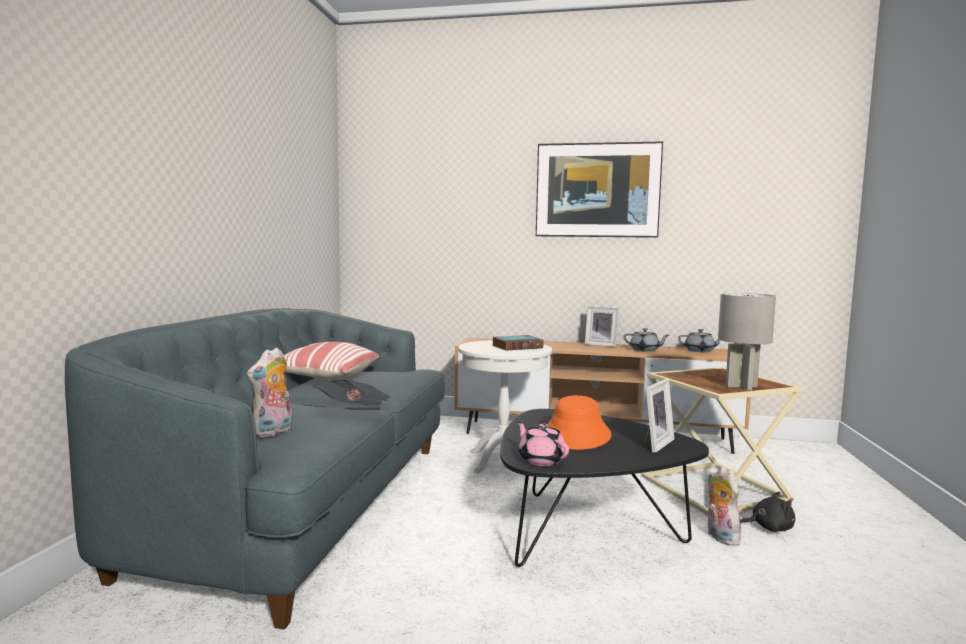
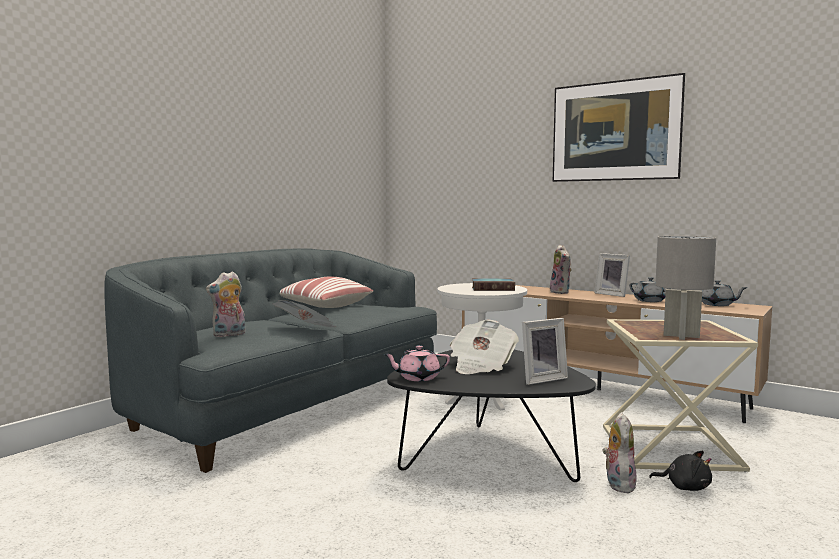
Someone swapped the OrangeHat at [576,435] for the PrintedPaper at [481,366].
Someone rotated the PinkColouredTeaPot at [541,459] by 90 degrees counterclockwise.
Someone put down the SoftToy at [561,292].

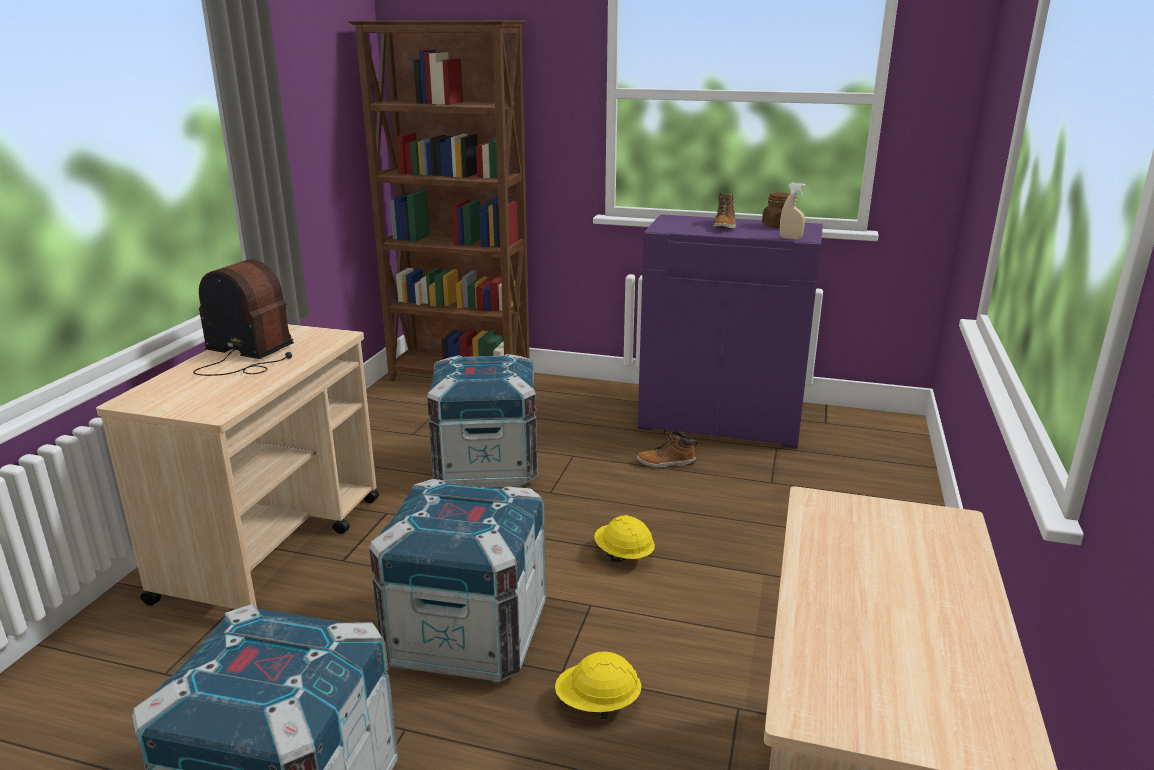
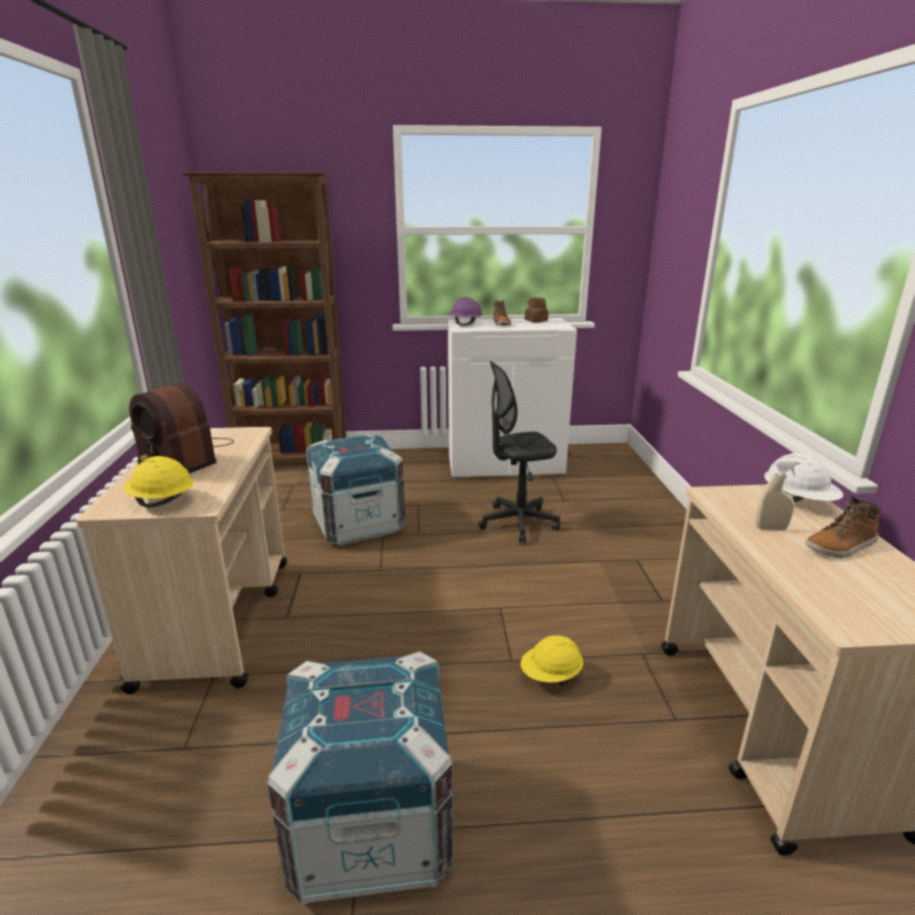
Someone carried the SandColouredHandSprayer from [790,238] to [770,528].
Someone repainted the PurpleCupboard at [721,421], which became the WhiteCupboard at [505,465].
Someone rotated the RadioSet at [247,356] by 150 degrees counterclockwise.
Someone carried the TallBoot from [666,463] to [841,546].
Someone took away the ShippingCrate at [468,636].
Someone carried the YellowColouredSafetyHelmet from [623,555] to [162,501].
Someone put down the PurpleSafetyHelmet at [464,324].
Someone put down the BlackColouredComputerChair at [518,523].
Someone put down the WhiteSafetyHelmet at [798,501].

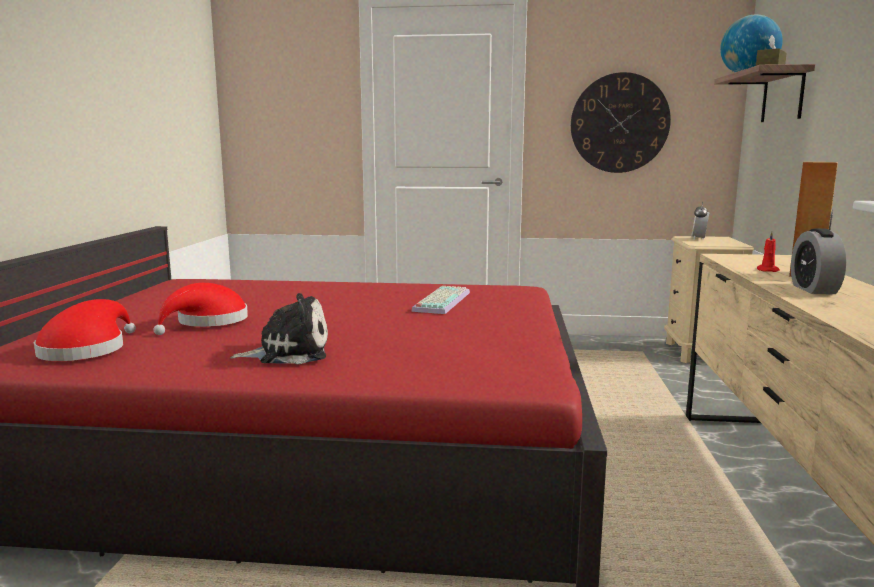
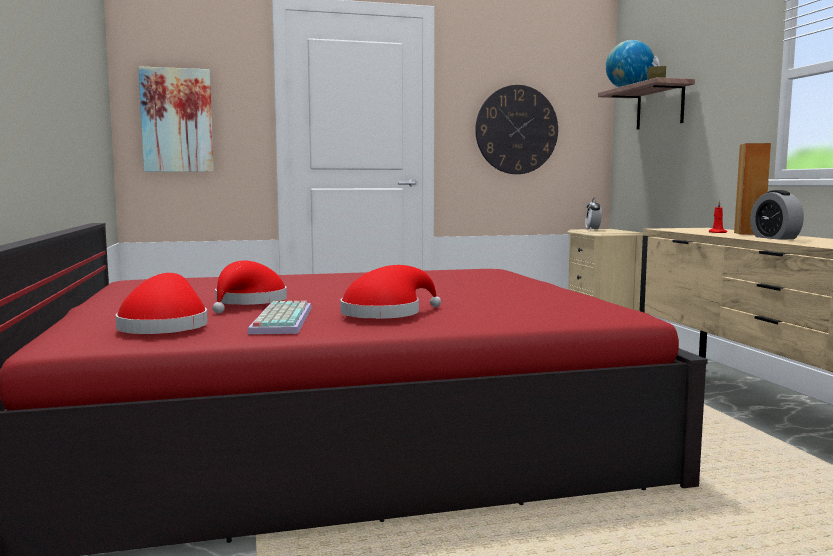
Someone carried the Keyboard from [441,301] to [280,319].
Someone swapped the SoftToy at [289,352] for the RedColouredHat at [386,313].
Someone put up the Picture at [177,120].

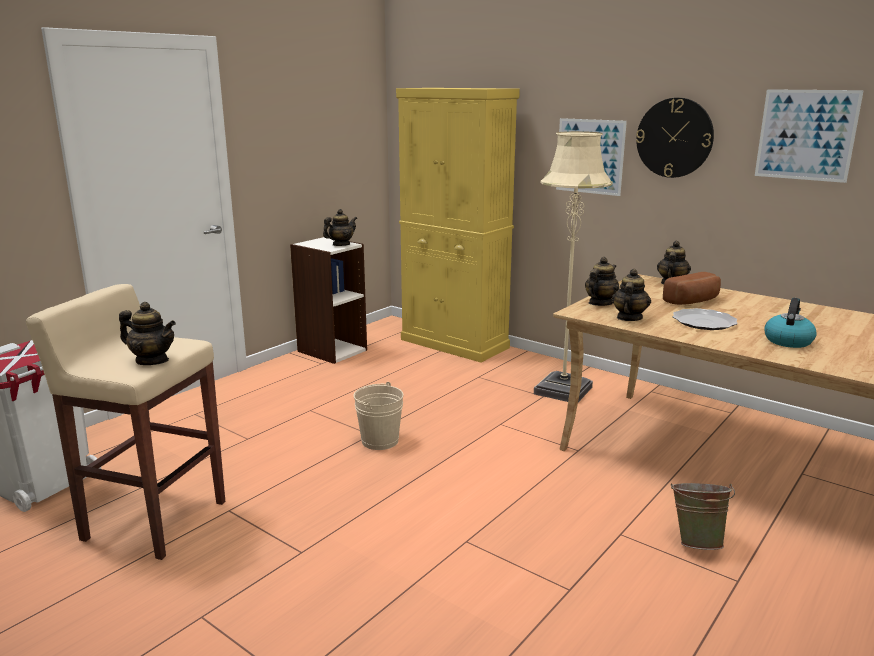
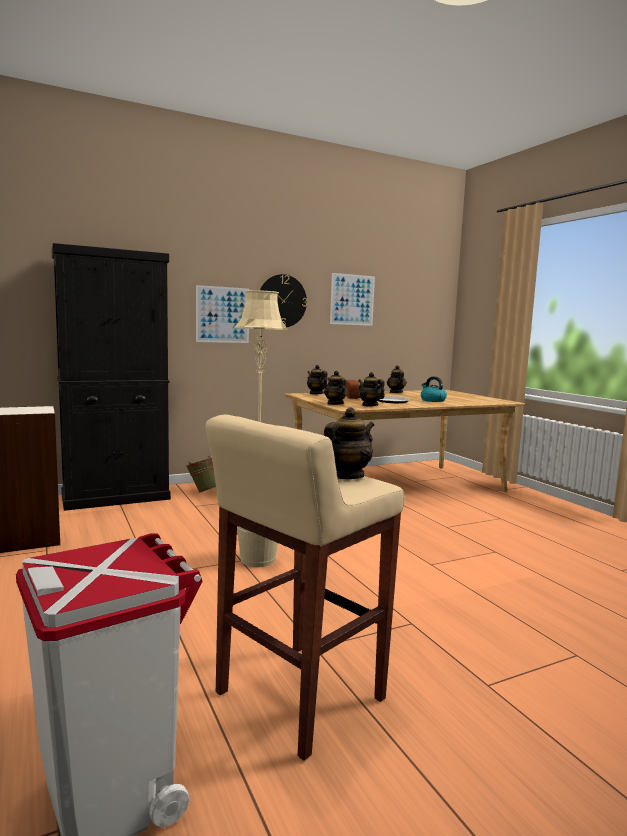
Someone repainted the YellowColouredCupboard at [454,344], which became the BlackColouredCupboard at [116,497].
Someone carried the TeaPot from [341,245] to [395,392].
Someone carried the GreenColouredPail from [696,541] to [202,491].

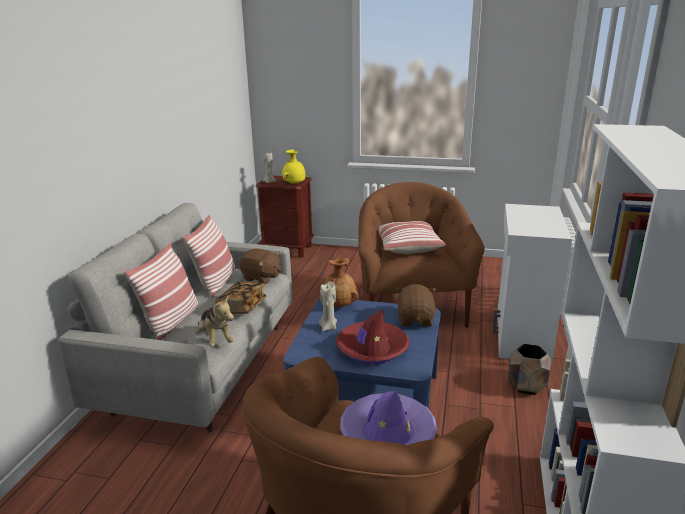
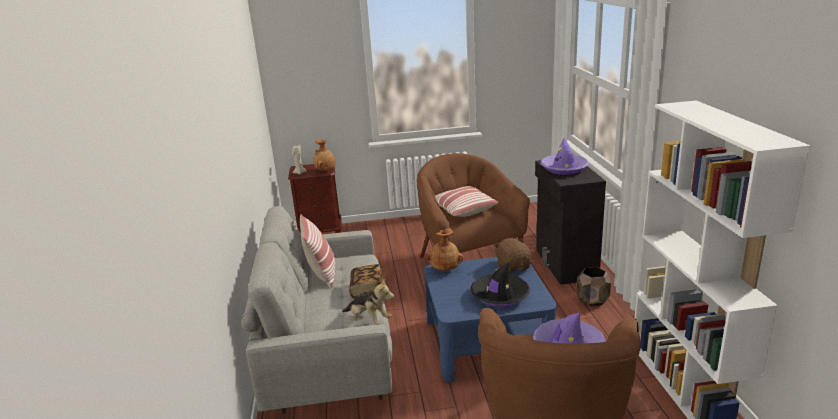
Someone repainted the YellowColouredFlowerVase at [294,184], which became the BrownColouredFlowerVase at [326,171].
Someone repainted the WhiteCupboard at [520,336], which became the BlackColouredCupboard at [565,264].
Someone took away the Pillow at [171,322].
Someone took away the BrownColouredSoftToy at [261,278].
Someone took away the SandColouredWaxCandle at [328,327].
Someone repainted the RedColouredHat at [372,349], which became the BlackColouredHat at [500,295].
Someone put down the PurpleHat at [564,168].

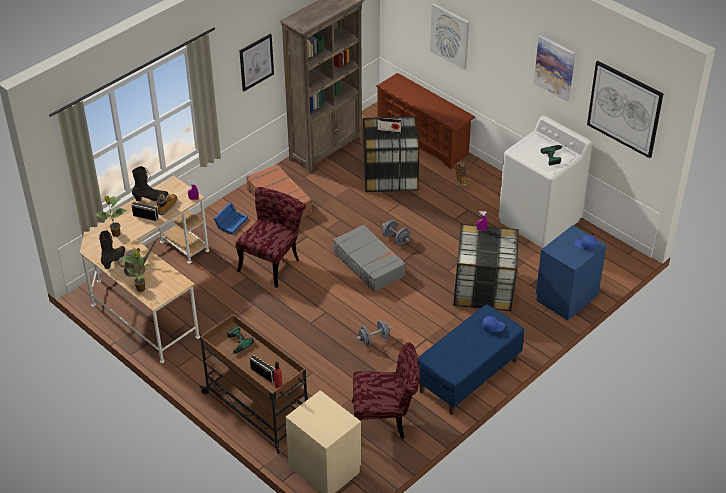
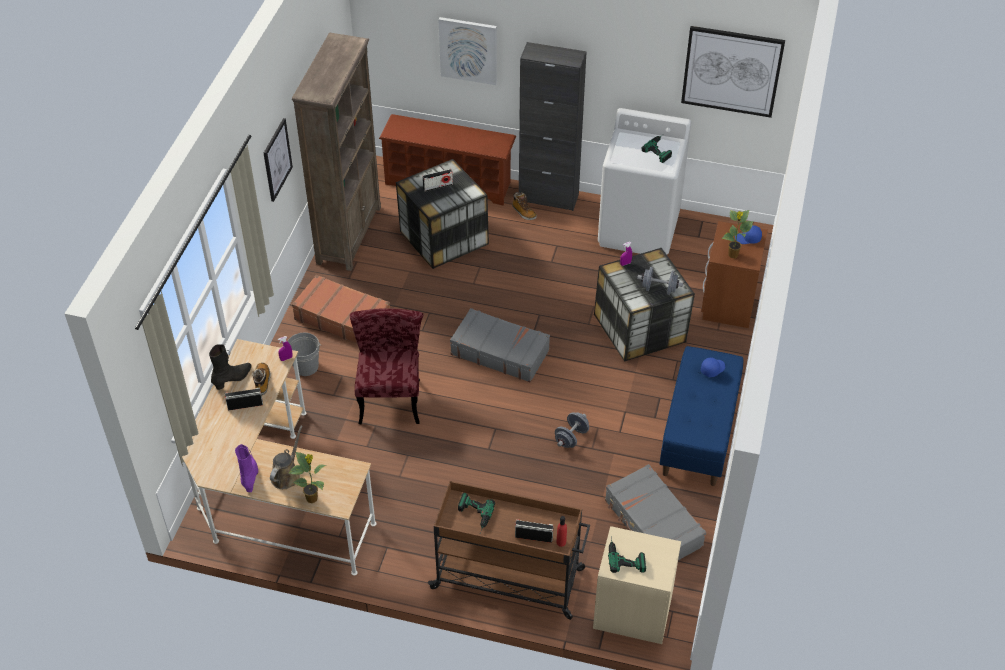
Someone took away the Picture at [555,67].
Someone carried the PottedPlant from [115,234] to [733,255].
Someone swapped the BlueColouredStorageContainer at [231,222] for the GrayPail at [306,366].
Someone carried the GrayFreeWeight from [395,239] to [659,289].
Someone repainted the BlueColouredNightstand at [566,297], which became the BrownColouredNightstand at [727,303].
Someone repainted the BlackColouredTallBoot at [114,260], which became the PurpleTallBoot at [250,476].
Someone swapped the RedColouredUprightChair at [385,420] for the GraySuitcase at [652,524].
Someone put down the BlackColouredCupboard at [548,197].
Someone put down the ElectricDrill at [625,555].

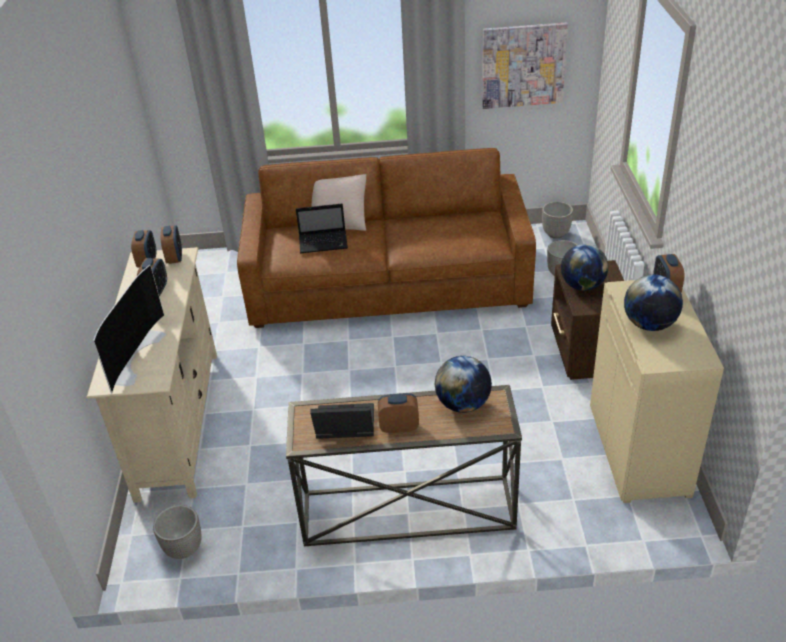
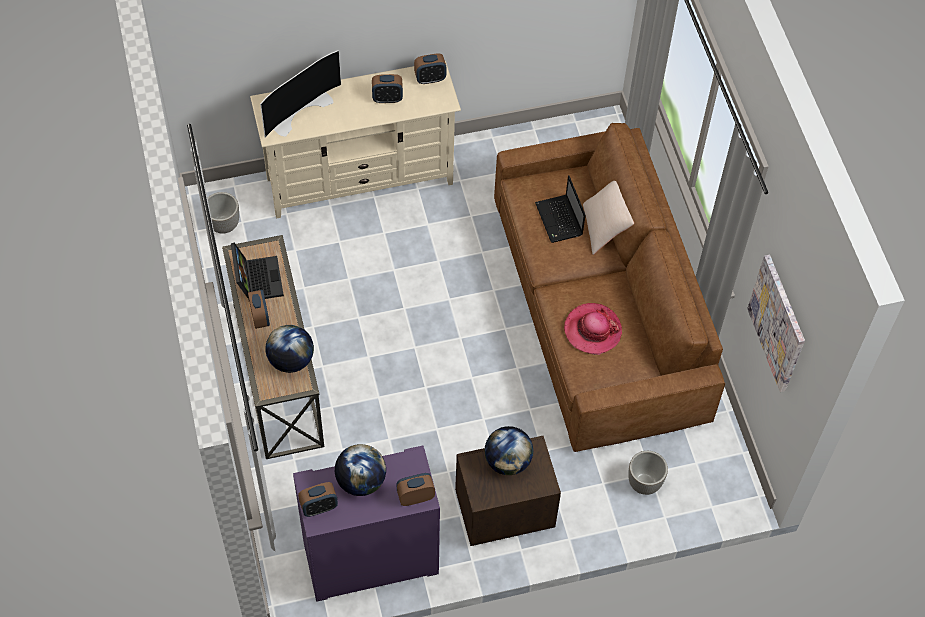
Someone took away the FlowerPot at [556,234].
Someone carried the BedsideClock from [175,257] to [319,507].
Someone rotated the TvSet at [133,356] by 45 degrees counterclockwise.
Someone repainted the SandColouredCupboard at [640,450], which became the PurpleCupboard at [370,559].
Someone put down the Hat at [592,330].

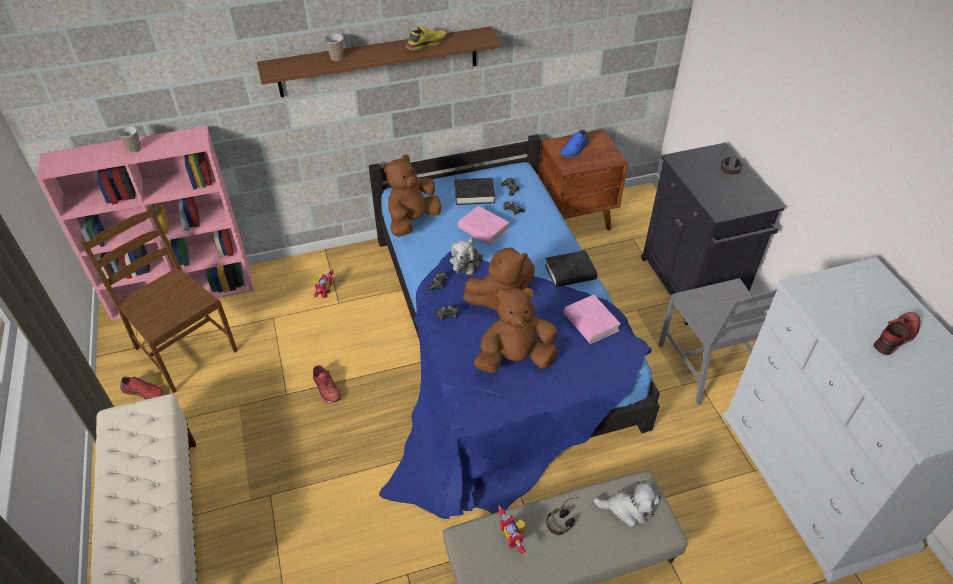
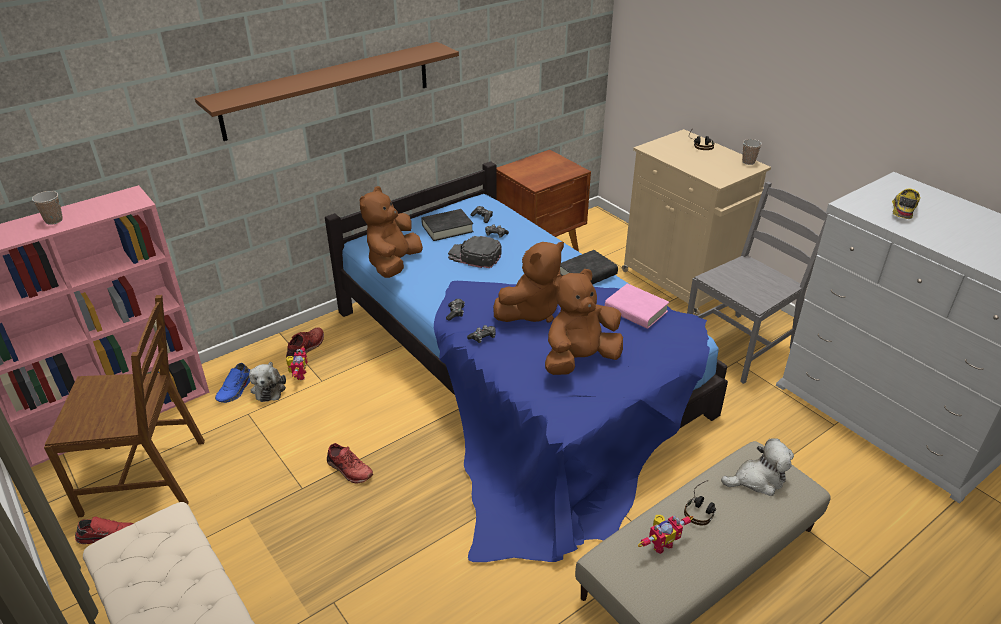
Someone carried the YellowColouredLowShoe from [426,44] to [903,208].
Someone carried the DrinkingCup from [337,57] to [748,162].
Someone carried the BlueColouredLowShoe from [575,150] to [236,390].
Someone repainted the BlackColouredCupboard at [691,286], which became the SandColouredCupboard at [682,283].
Someone rotated the BrownColouredUprightChair at [184,350] by 150 degrees clockwise.
Someone swapped the PinkColouredBoundBook at [483,229] for the BlackColouredCap at [474,256].
Someone carried the SoftToy from [466,261] to [269,388].
Someone rotated the GrayUprightChair at [710,366] by 90 degrees counterclockwise.
Someone carried the RedColouredLowShoe from [896,337] to [306,347].
Someone rotated the ModelRobot at [513,538] by 75 degrees counterclockwise.

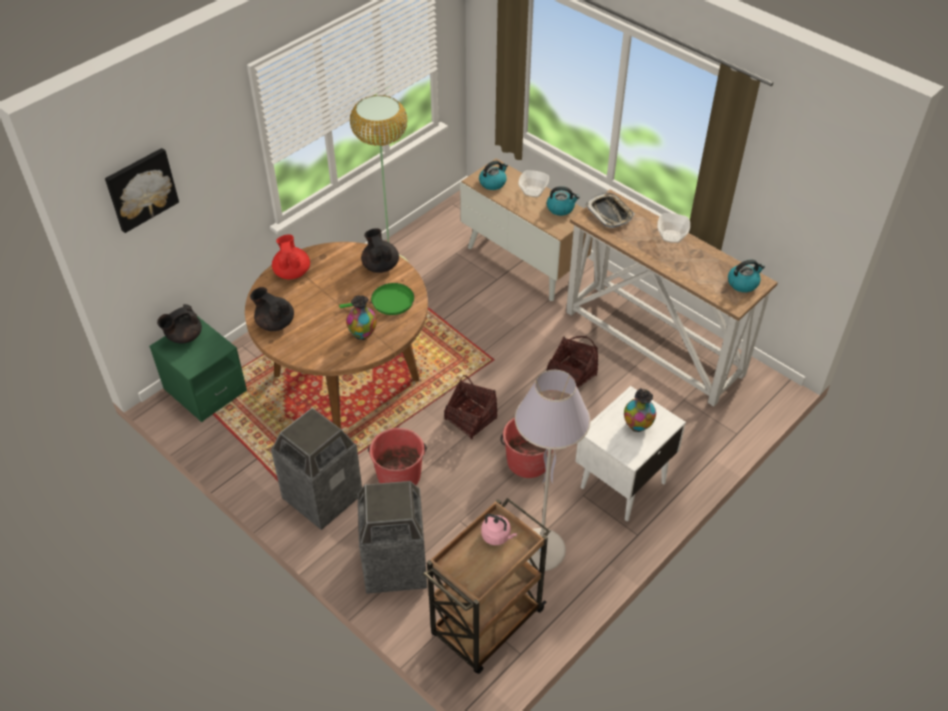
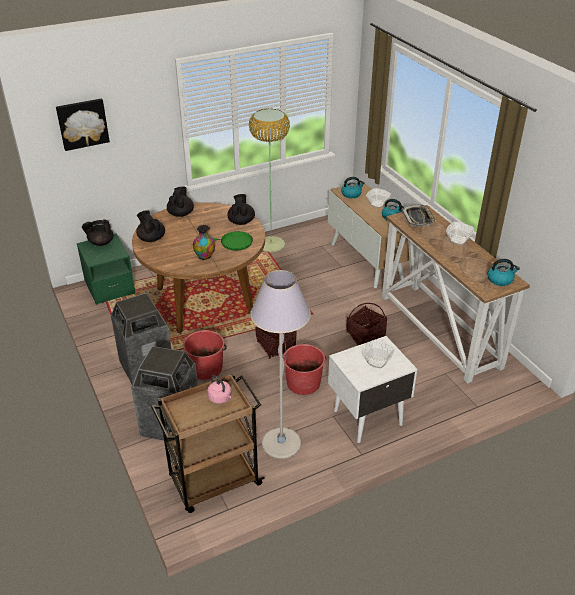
Someone repainted the RedColouredTeaPot at [292,272], which became the BlackColouredTeaPot at [181,213].
Someone swapped the FlowerVase at [637,425] for the ServingBowl at [377,362].

